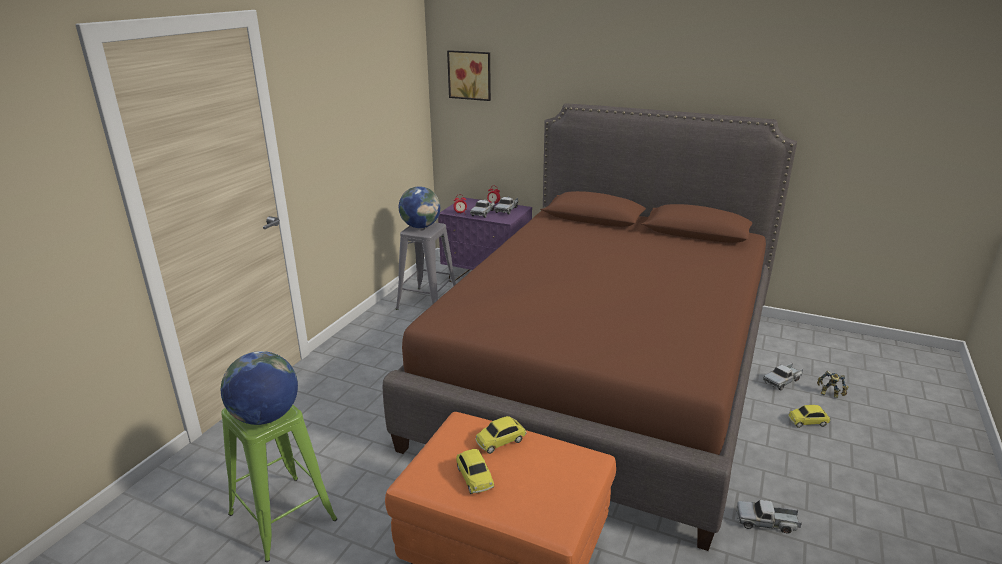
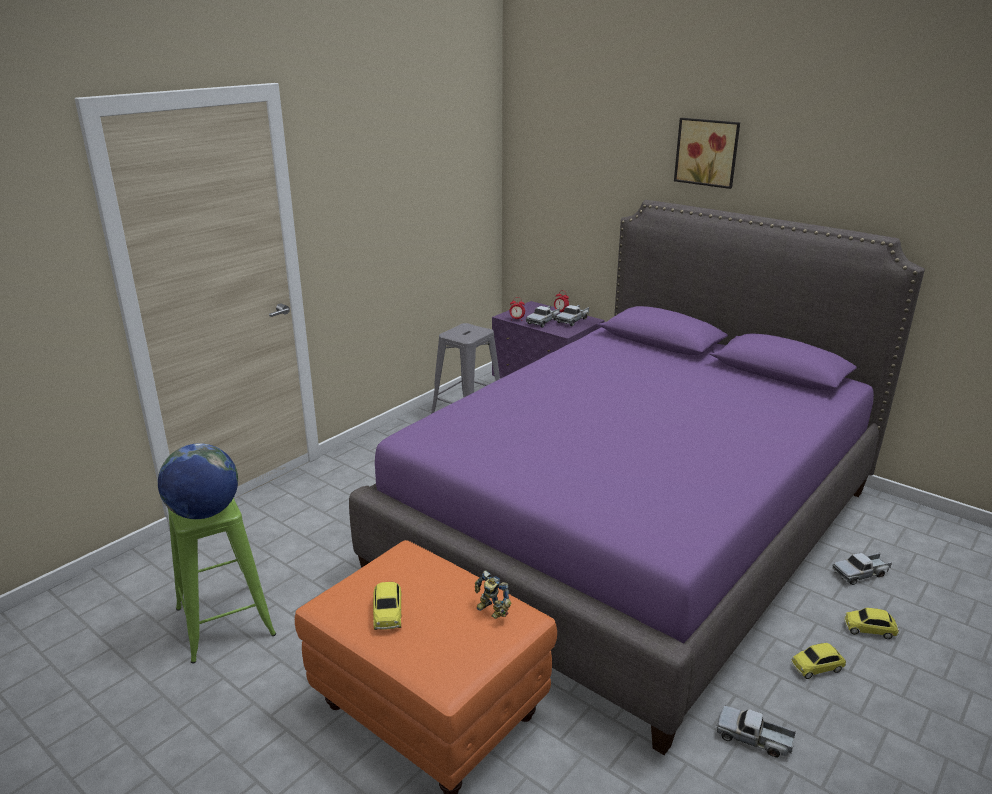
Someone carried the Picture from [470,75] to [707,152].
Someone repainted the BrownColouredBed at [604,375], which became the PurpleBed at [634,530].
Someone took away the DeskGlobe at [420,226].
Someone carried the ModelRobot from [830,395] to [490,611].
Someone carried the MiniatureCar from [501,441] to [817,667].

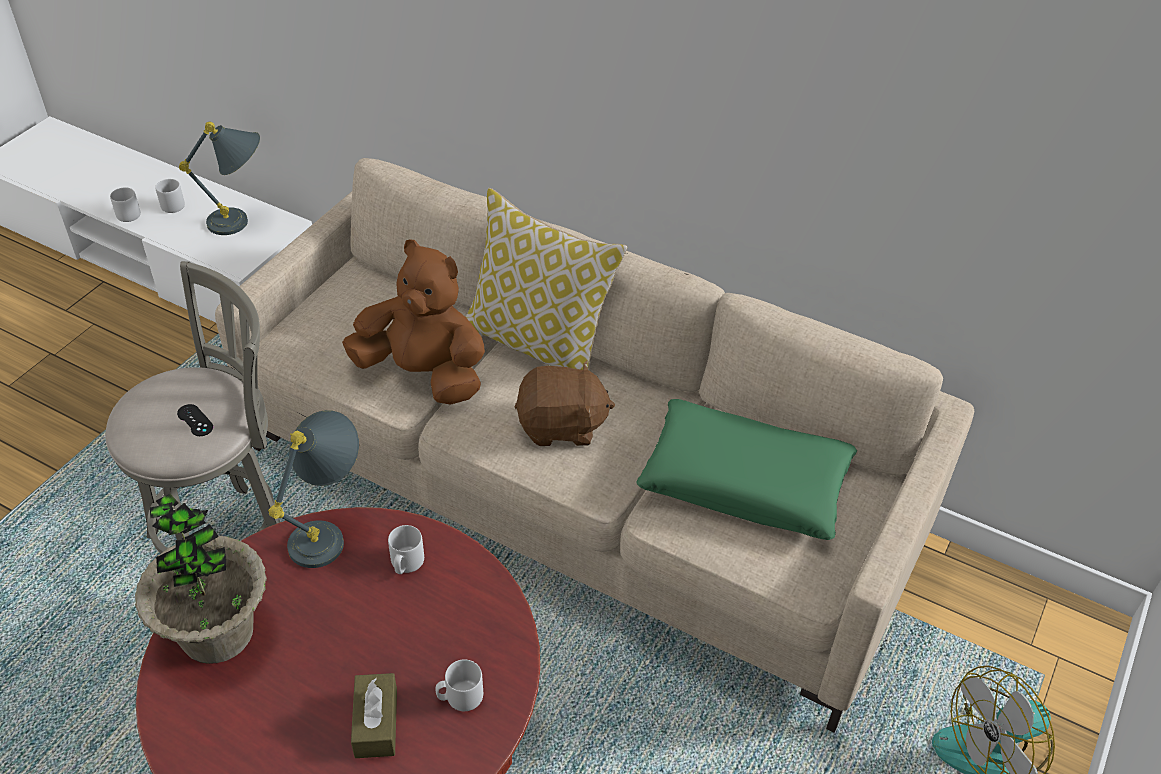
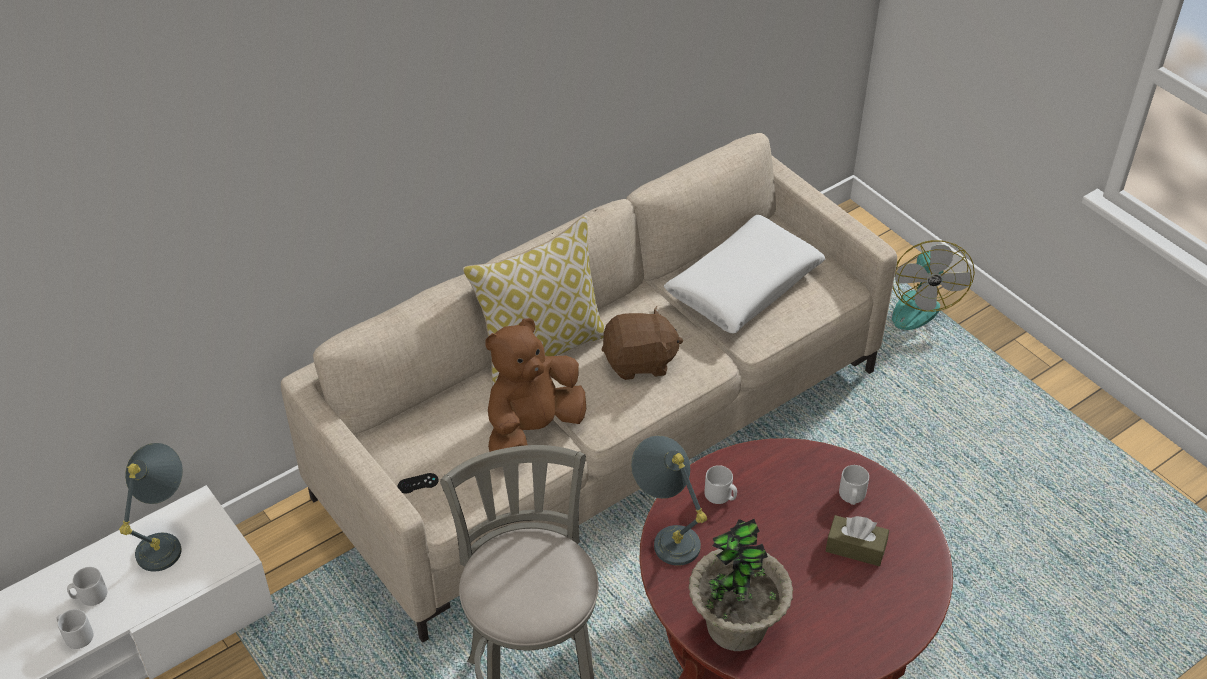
Someone rotated the BrownColouredSoftToy at [561,426] by 60 degrees clockwise.
Someone repainted the GreenColouredPillow at [745,482], which became the WhitePillow at [743,285].
Someone carried the BlackColouredJoypad from [195,420] to [418,483].

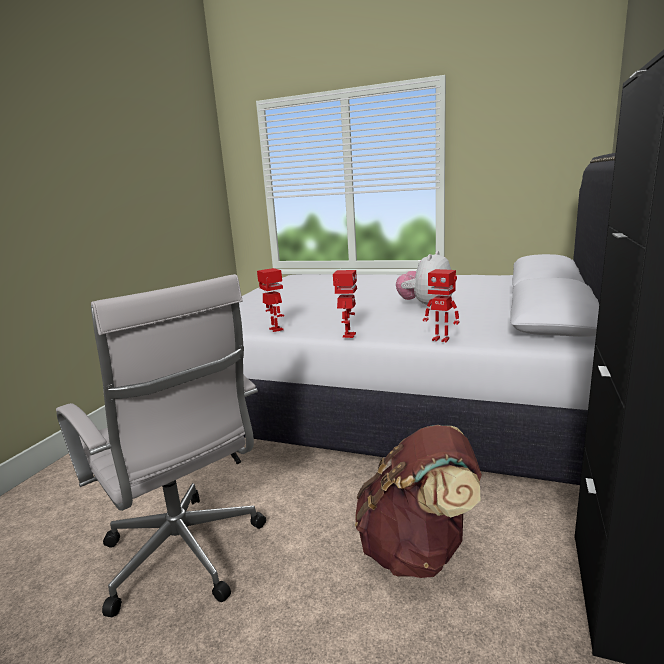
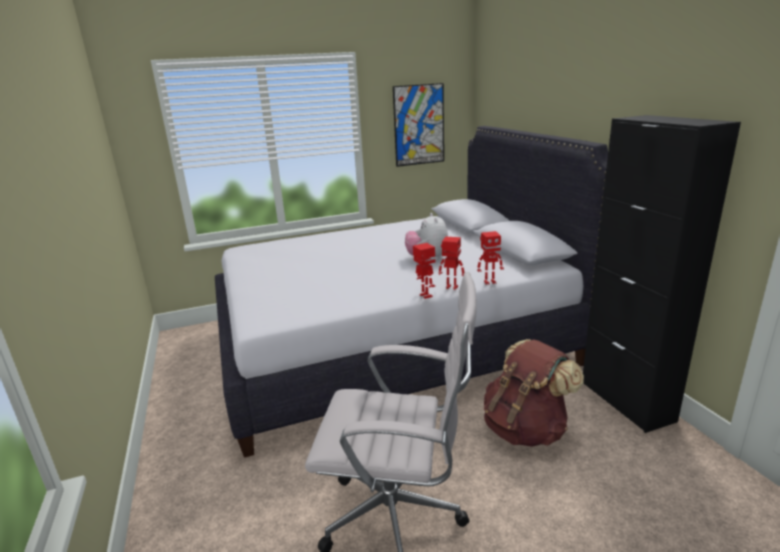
Someone carried the ModelRobot from [275,329] to [451,287].
Someone put up the Picture at [419,125].

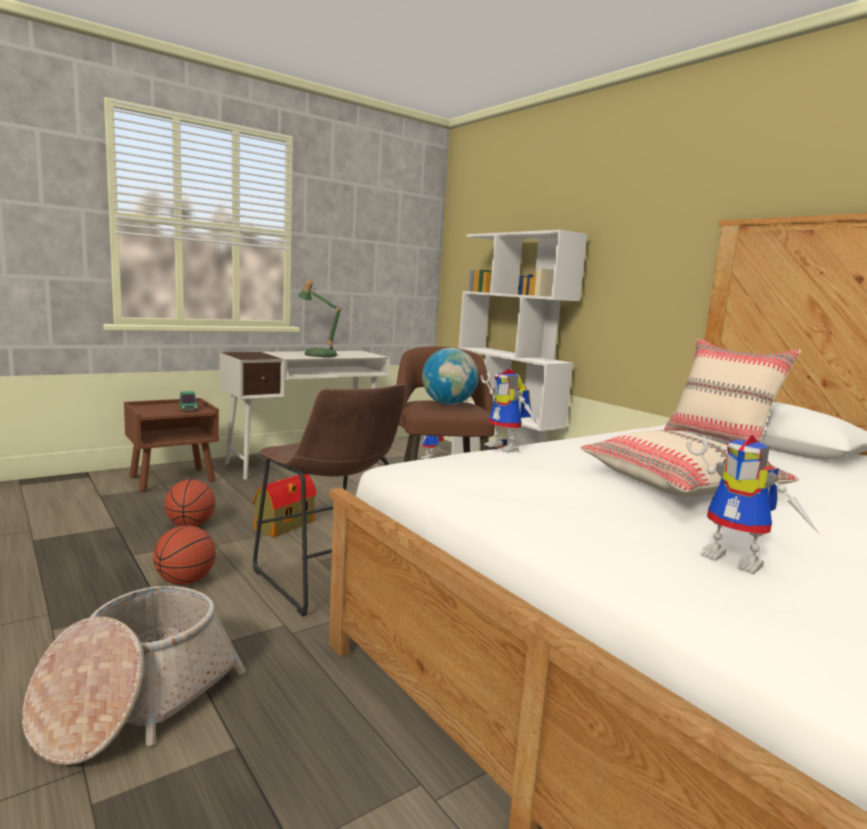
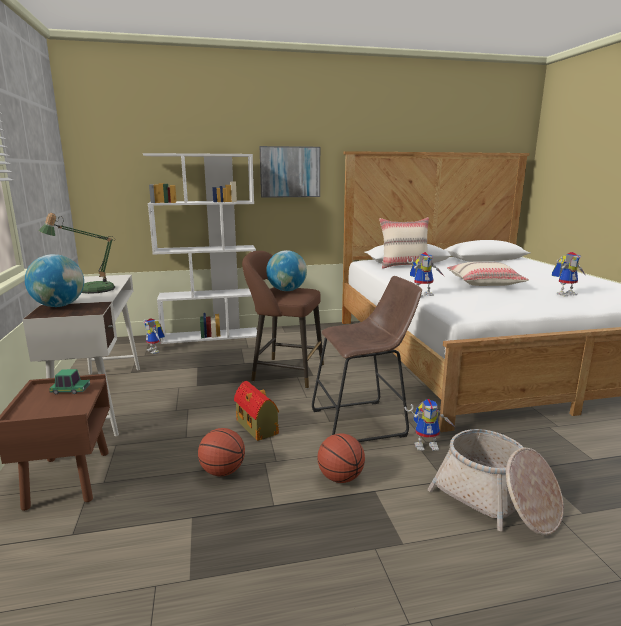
Someone put up the Picture at [290,172].
Someone put down the DeskGlobe at [59,306].
Someone put down the ModelRobot at [427,445].

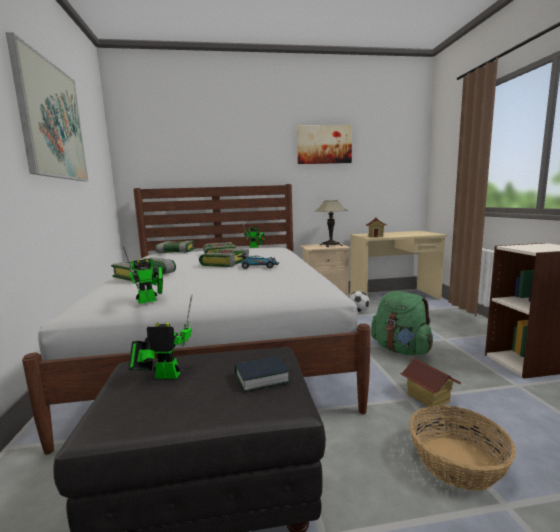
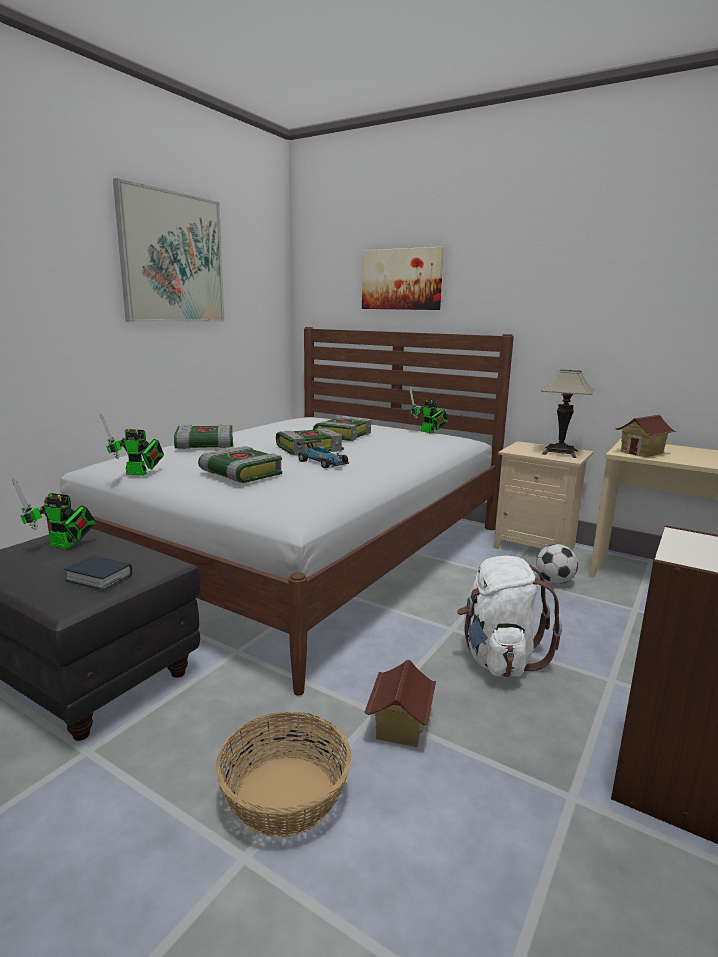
Someone carried the Picture from [324,144] to [402,279].
Someone carried the BoundBook from [175,252] to [239,474].
Someone repainted the GreenColouredRucksack at [401,350], which became the WhiteRucksack at [498,658].
Someone rotated the ModelRobot at [163,375] by 150 degrees clockwise.

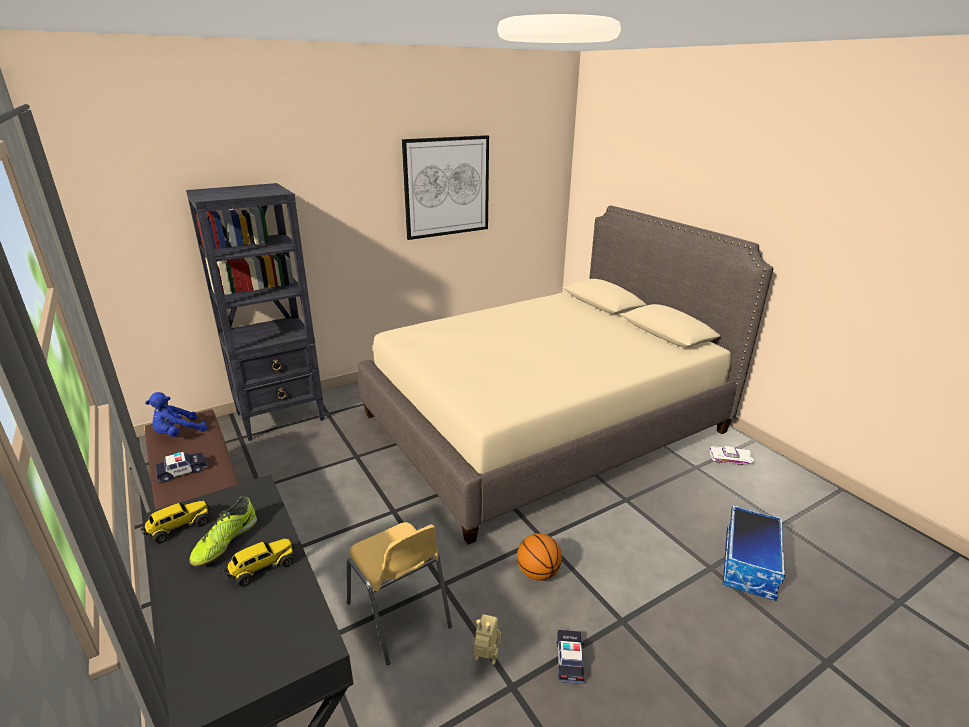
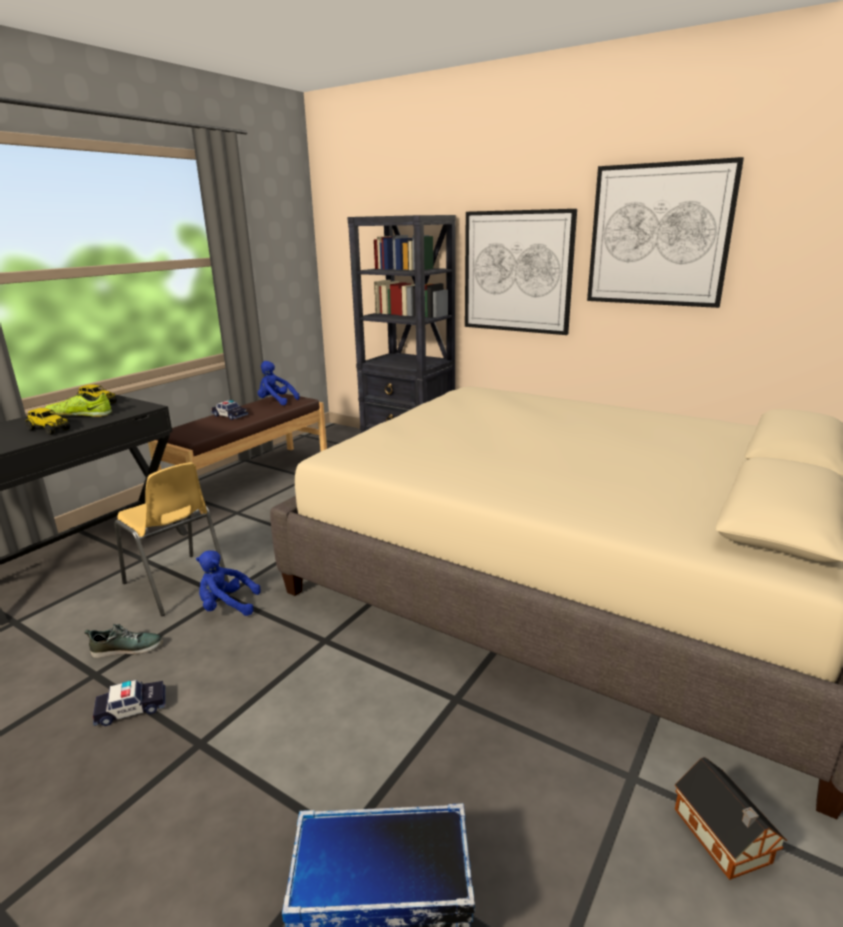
Someone swapped the WhiteMiniatureCar at [730,460] for the ModelHouse at [723,839].
Someone rotated the YellowColouredUprightChair at [399,615] by 75 degrees counterclockwise.
Someone took away the Basketball at [538,573].
Someone swapped the ModelRobot at [485,660] for the LowShoe at [127,648].
Someone put up the Picture at [517,272].
Someone put down the BlueColouredSoftToy at [227,606].

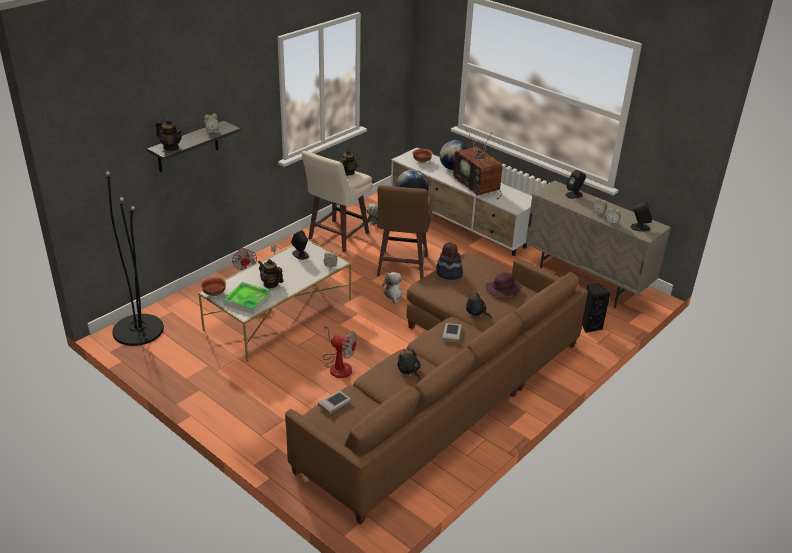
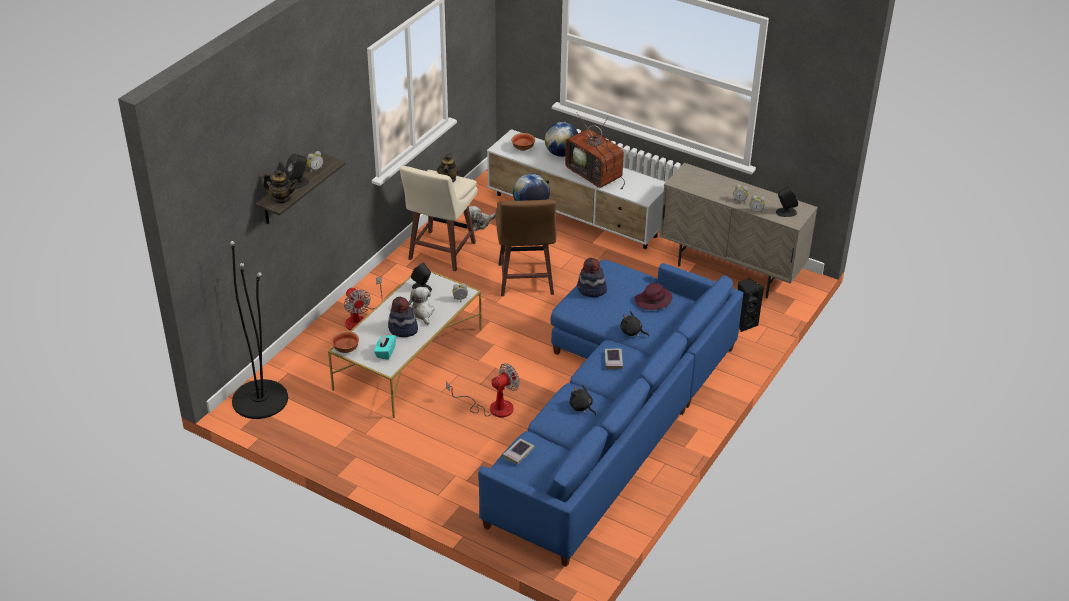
Someone carried the BlackColouredSpeaker from [574,195] to [298,183].
Someone repainted the BrownColouredSettee at [448,386], which became the BlueColouredSettee at [613,413].
Someone swapped the TeaPot at [271,284] for the Hat at [402,329].
Someone carried the SoftToy from [393,294] to [422,312].
Someone swapped the CarryingTray at [247,300] for the TurquoiseTissueHolder at [385,352].
Someone rotated the ElectricFan at [338,365] by 45 degrees counterclockwise.

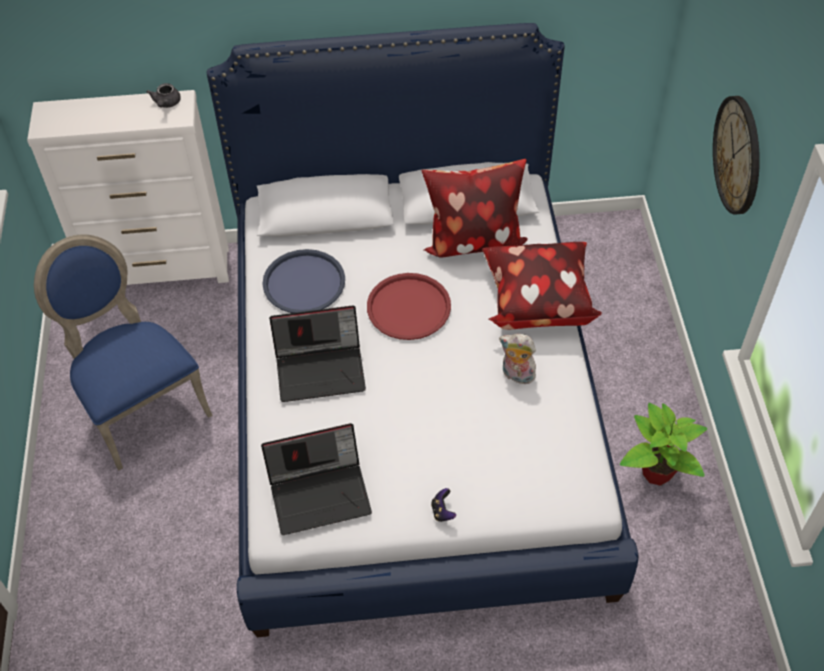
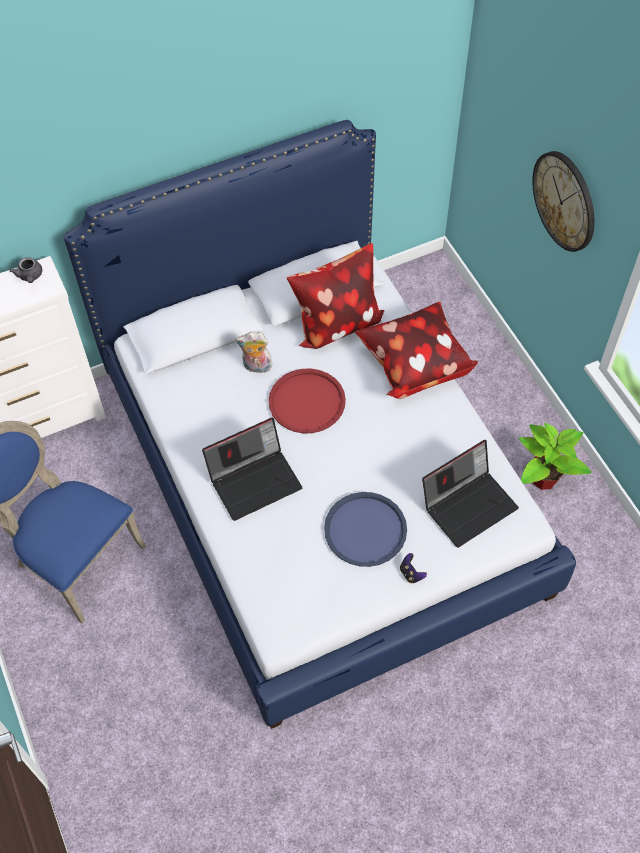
Someone carried the BlueColouredCarryingTray from [304,282] to [365,530].
Someone carried the SoftToy from [516,375] to [256,367].
Someone carried the NotebookComputer from [321,493] to [469,504].

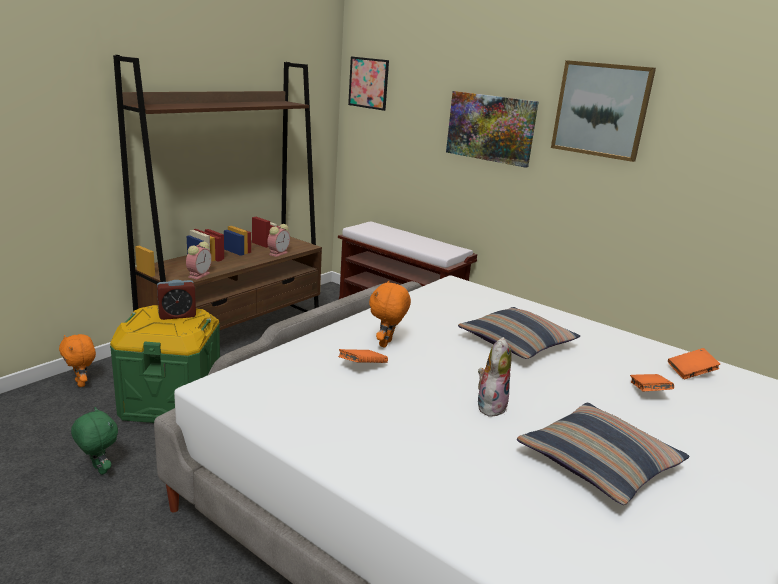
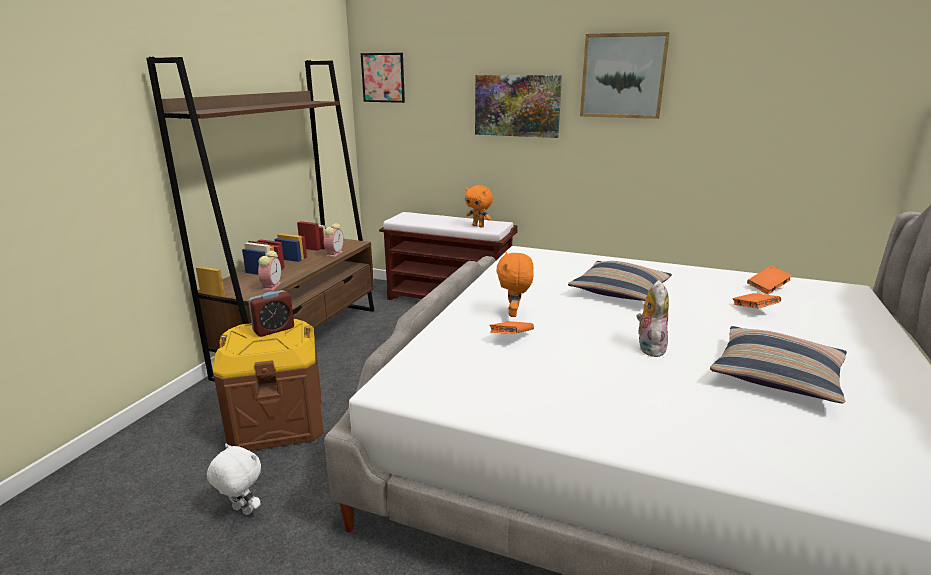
Someone repainted the GreenColouredStorageContainer at [171,401], which became the BrownColouredStorageContainer at [278,422].
Someone carried the OrangeSoftToy from [81,383] to [478,226].
Someone repainted the GreenColouredSoftToy at [98,470], which became the WhiteSoftToy at [241,511].

